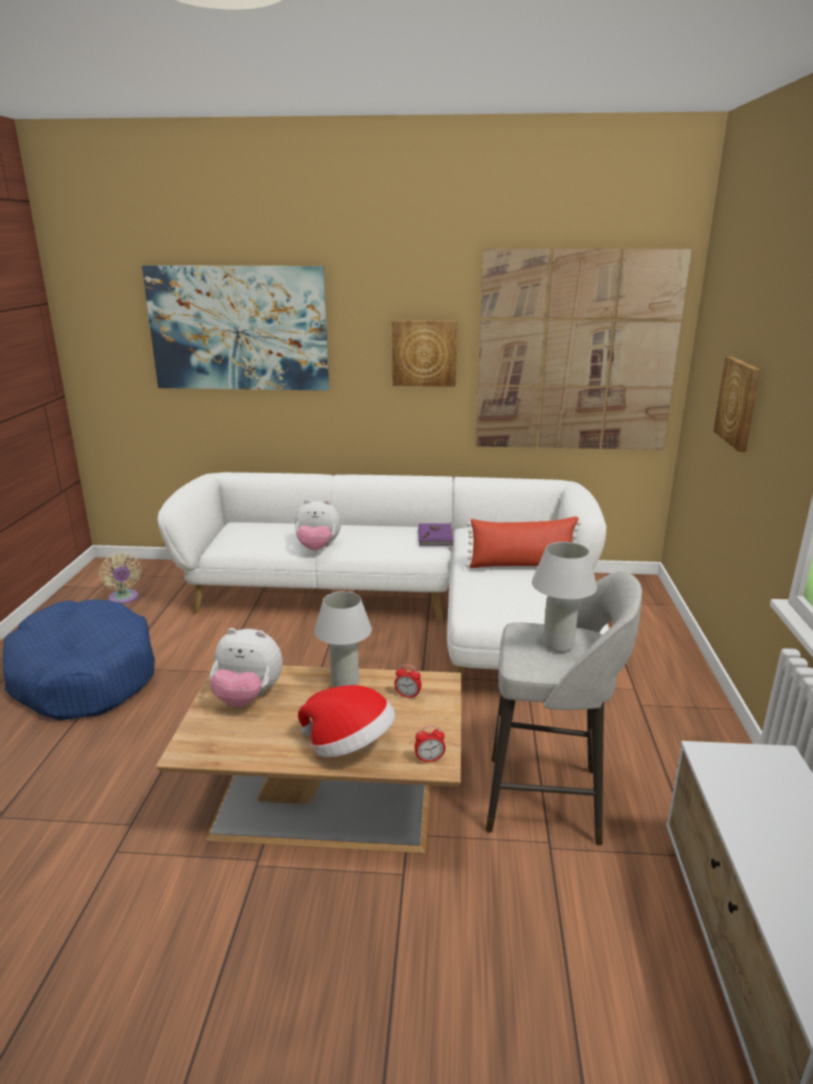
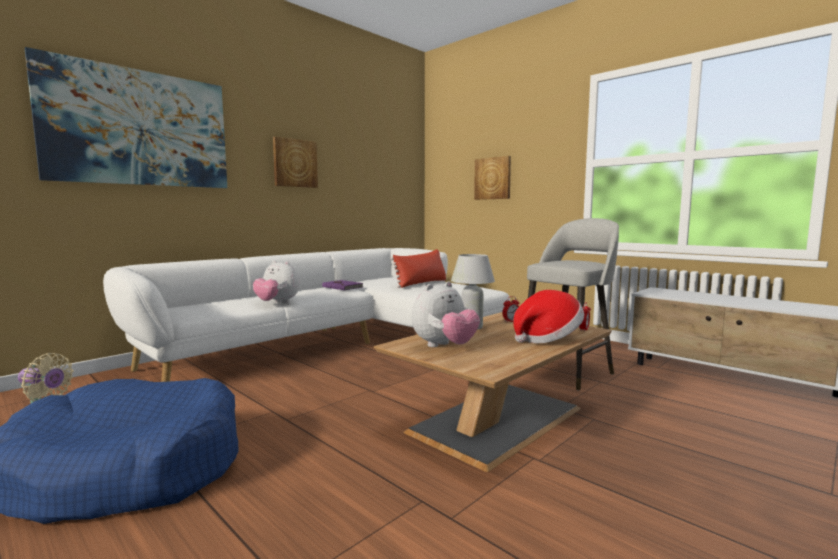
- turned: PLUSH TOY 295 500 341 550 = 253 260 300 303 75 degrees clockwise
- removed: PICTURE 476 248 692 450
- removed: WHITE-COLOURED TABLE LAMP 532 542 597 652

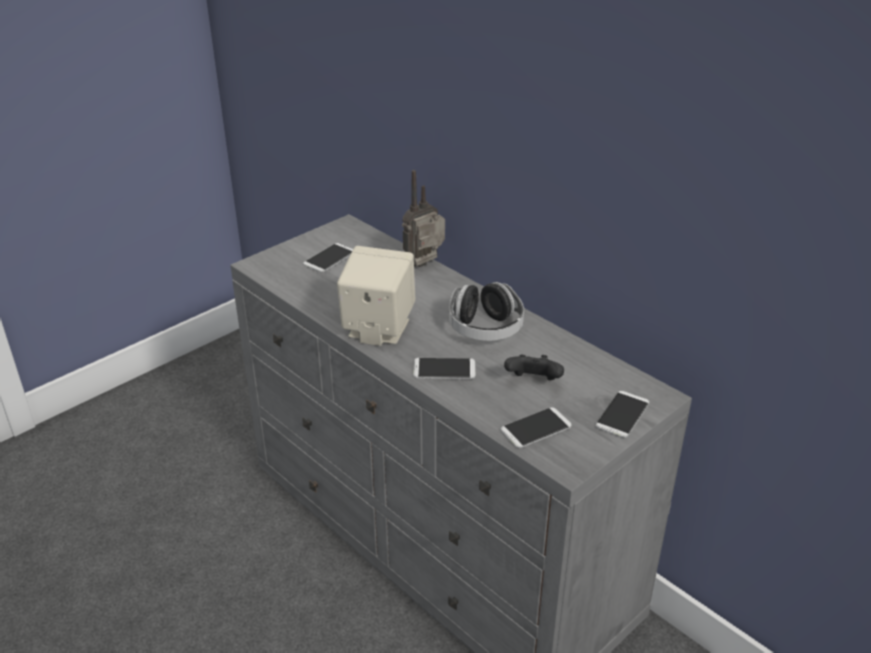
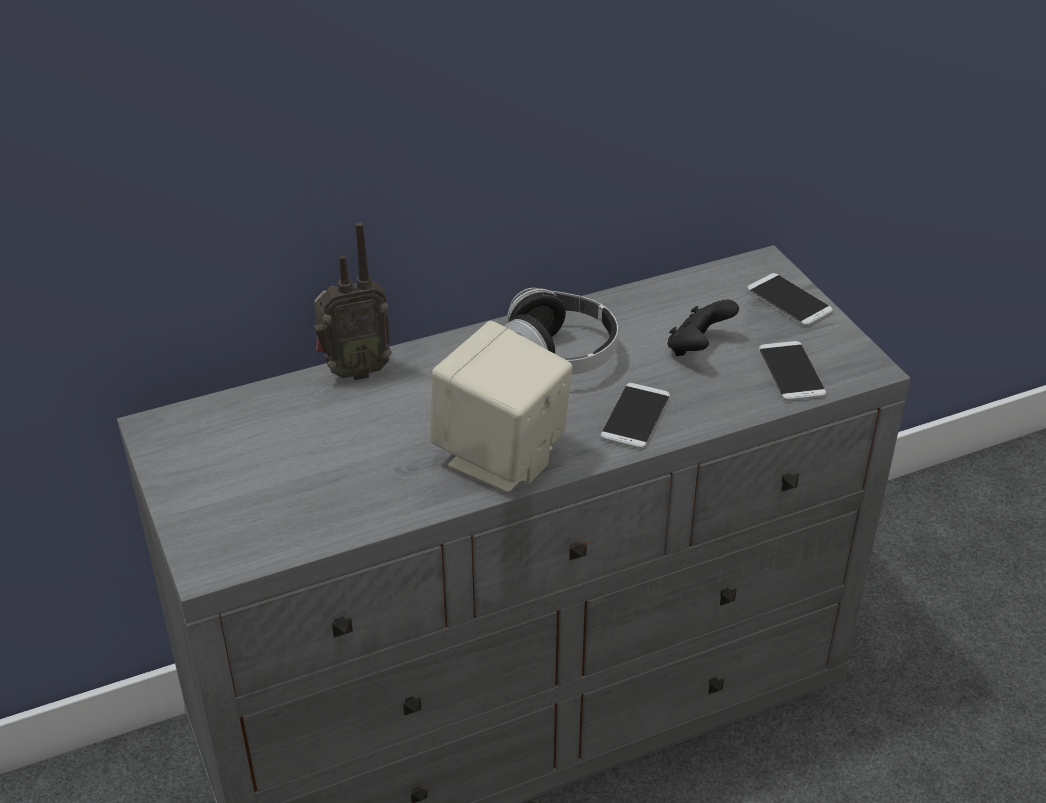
- turned: RADIO RECEIVER 402 170 445 267 = 314 222 392 380 90 degrees counterclockwise
- removed: PHONE 303 243 353 272

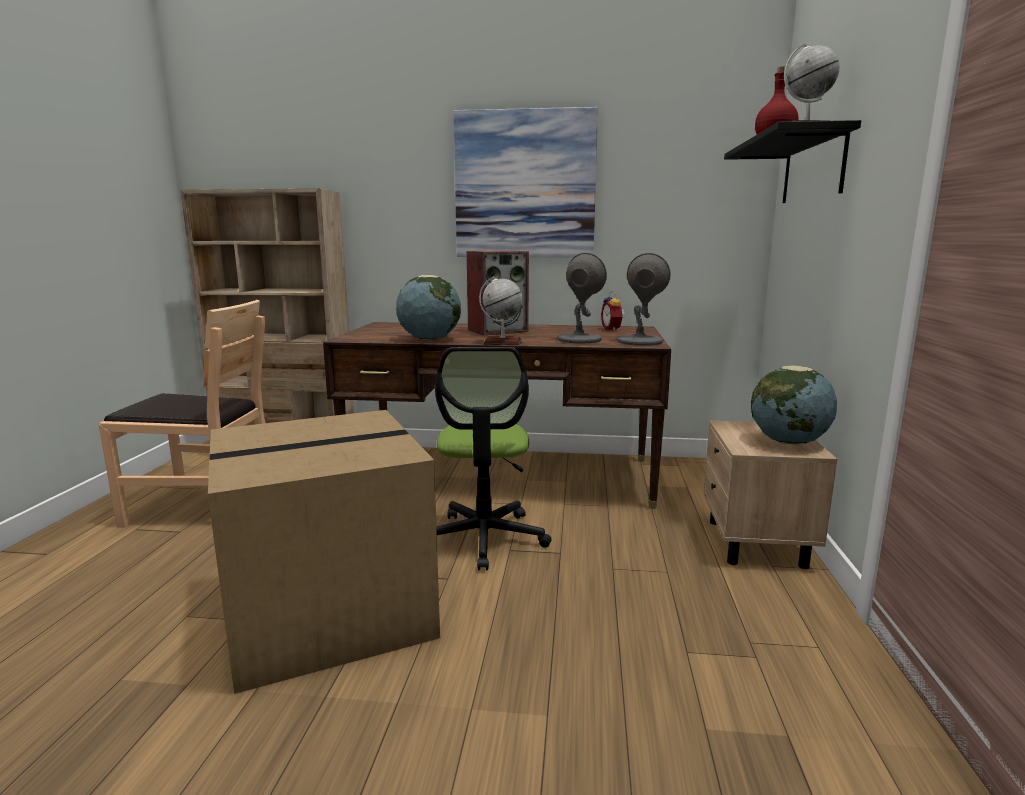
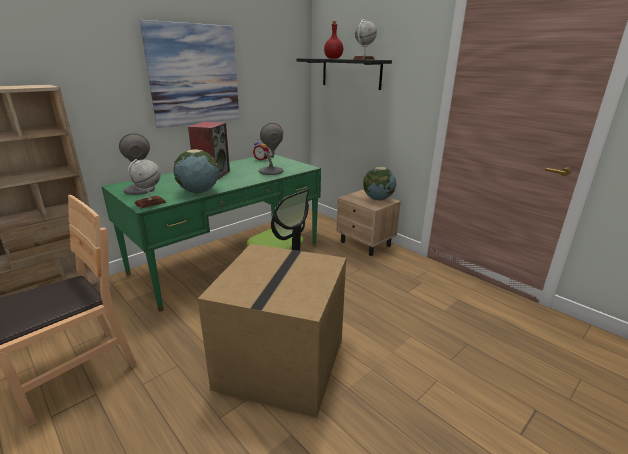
- recoloured: BROWNISH DESK 323 322 671 509 to GREENISH DESK 101 154 321 311
- moved: GREYISH TABLE LAMP 617 253 671 346 to 119 133 155 195
- moved: DESK GLOBE 479 276 523 345 to 127 159 166 209

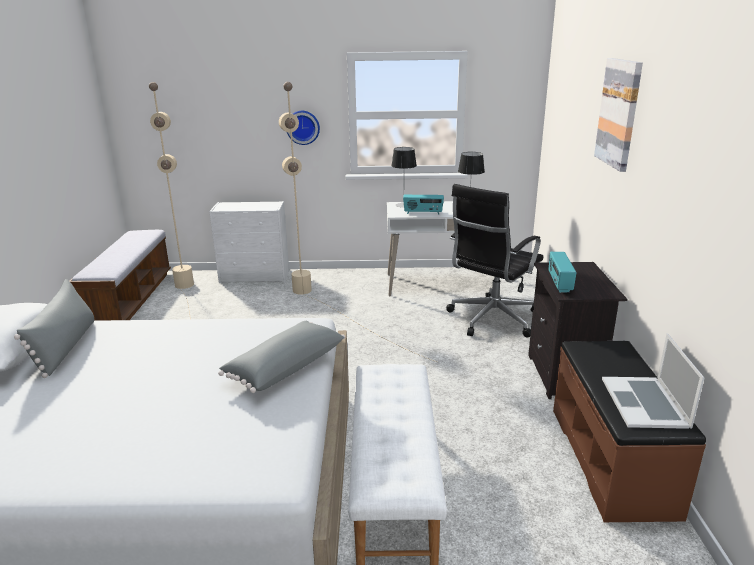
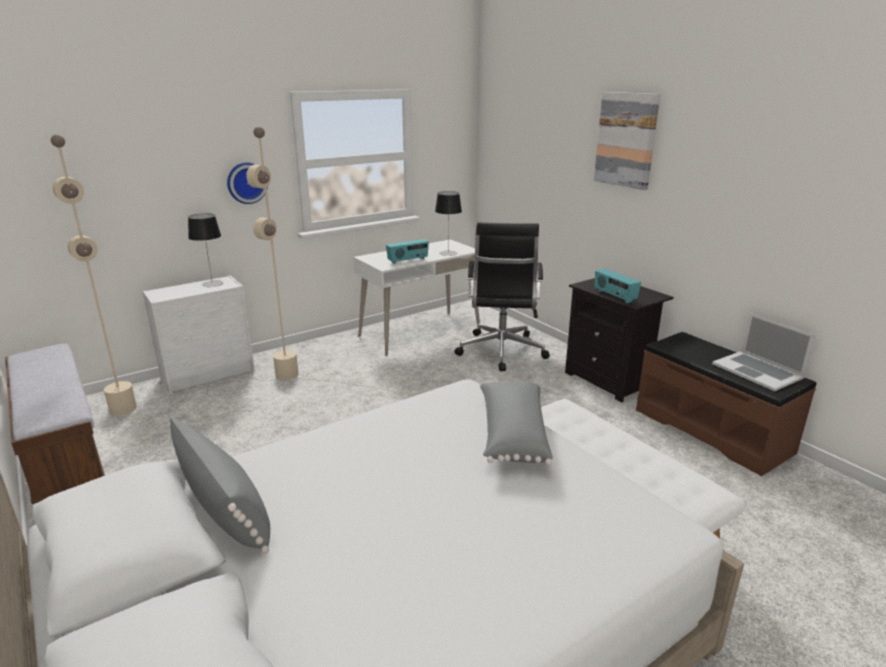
- moved: TABLE LAMP 391 147 417 208 to 188 213 223 287

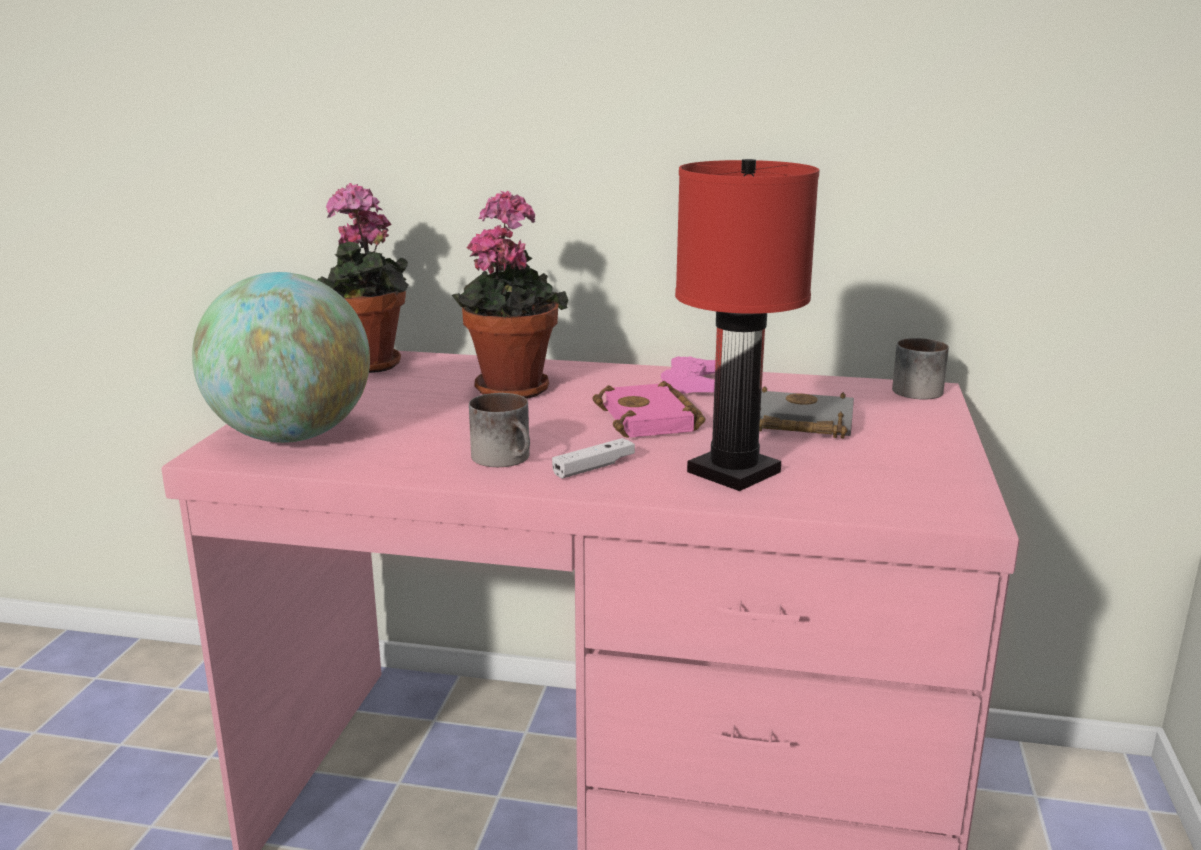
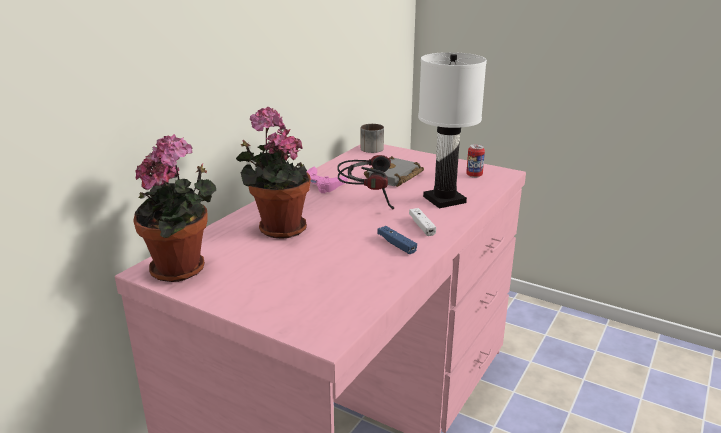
- replaced: PINK VOLUME 592 381 706 438 to HEADSET 338 155 394 209
- replaced: COFFEE MUG 469 393 530 467 to BLUE GAMEPAD 377 226 417 254
- recoloured: RED-COLOURED TABLE LAMP 675 159 819 491 to WHITE-COLOURED TABLE LAMP 418 52 487 208
- added: METAL CAN 466 144 485 178
- removed: DESK GLOBE 192 272 370 443

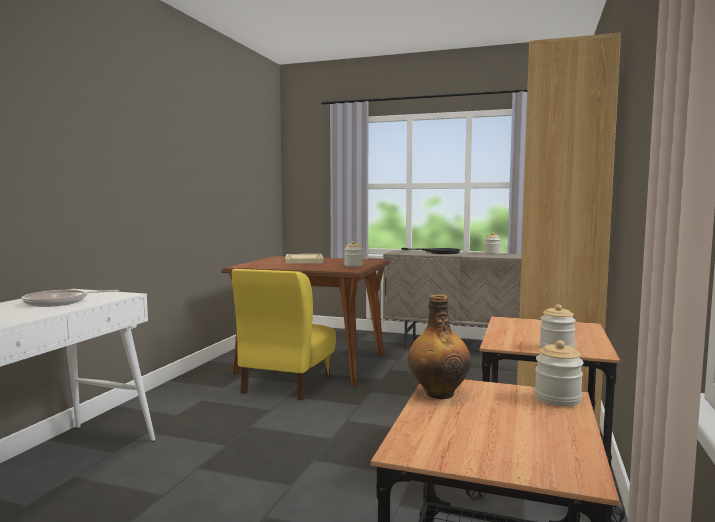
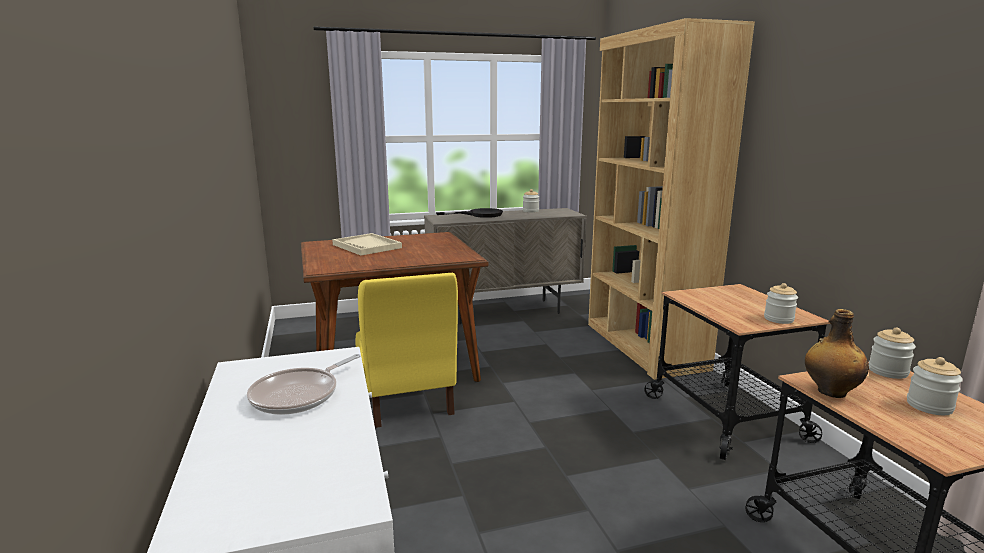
- moved: JAR 344 241 363 267 to 907 357 963 415

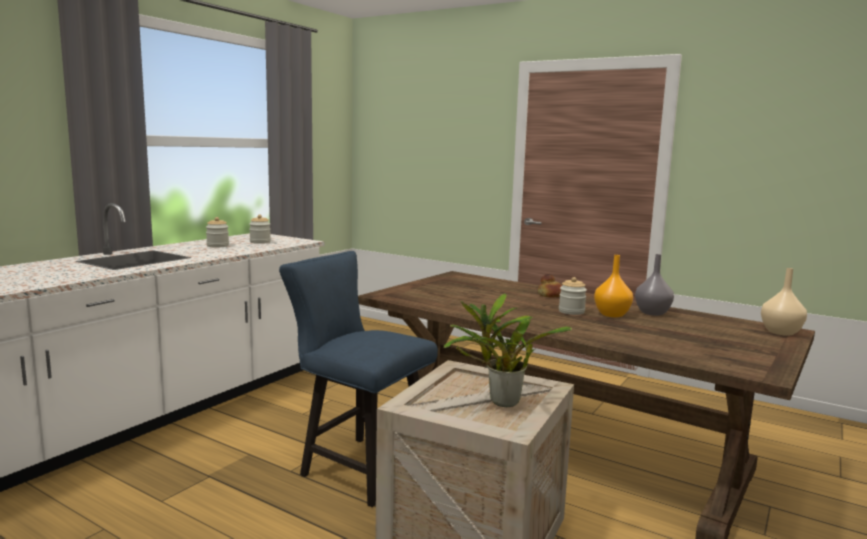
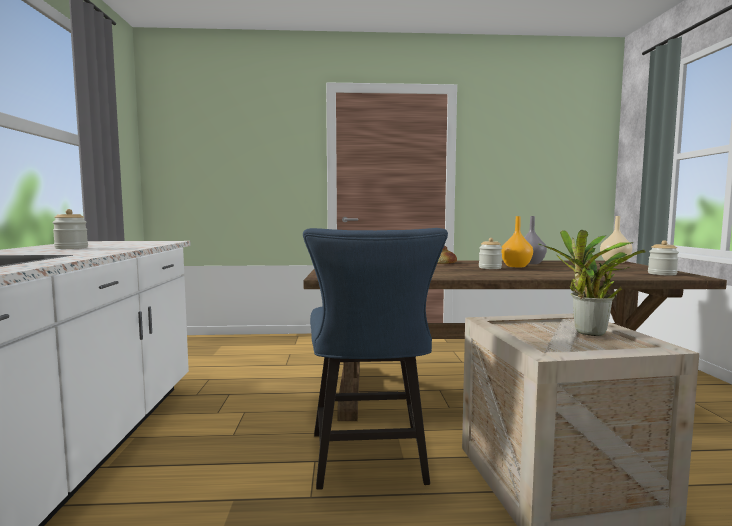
- turned: BLUE PLAIN CHAIR 279 251 438 507 = 303 228 448 490 90 degrees counterclockwise
- moved: JAR 249 215 271 244 to 648 240 679 275

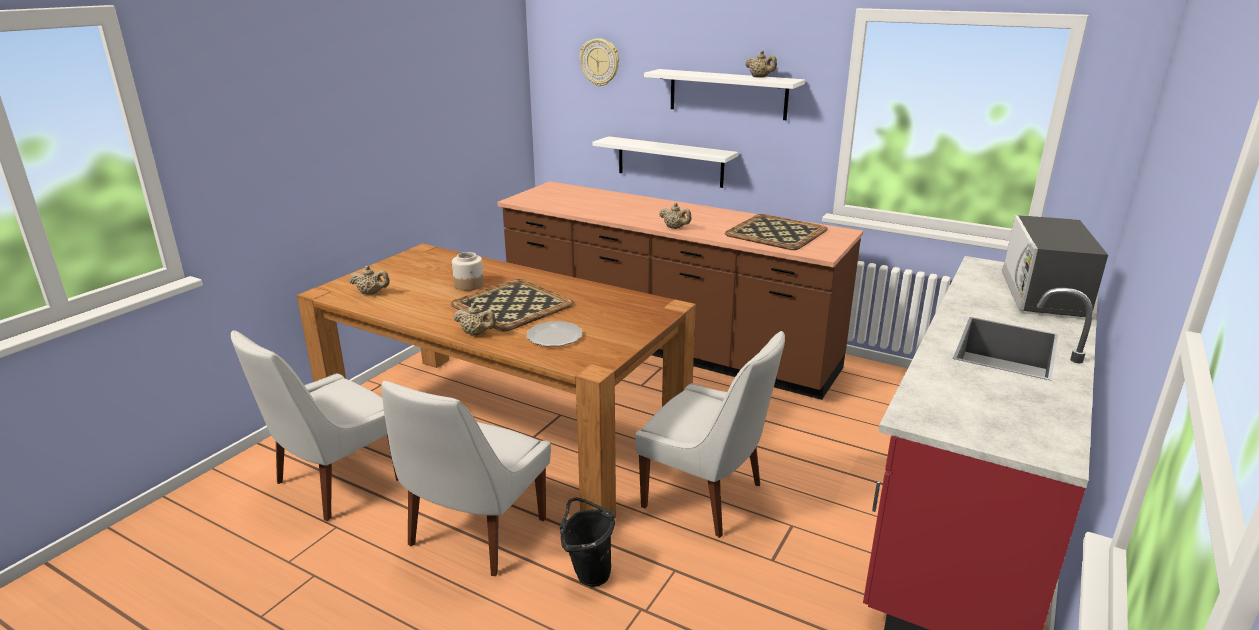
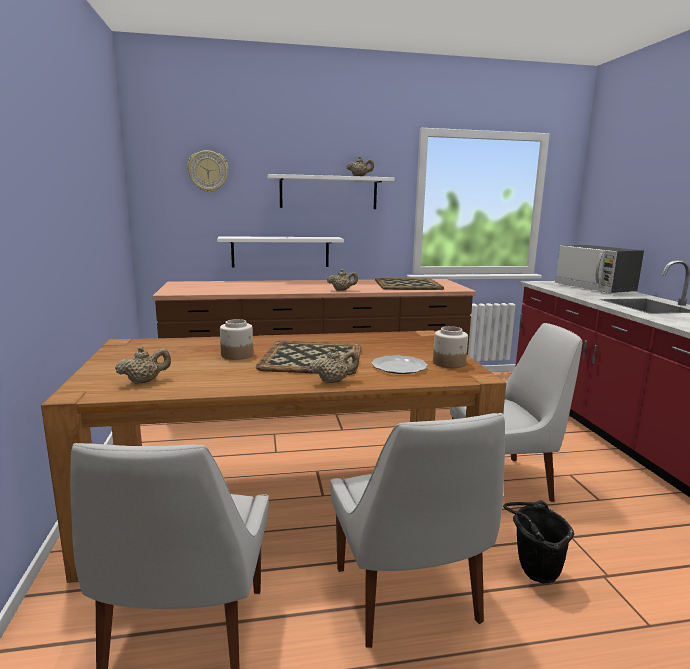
- added: JAR 433 326 468 368

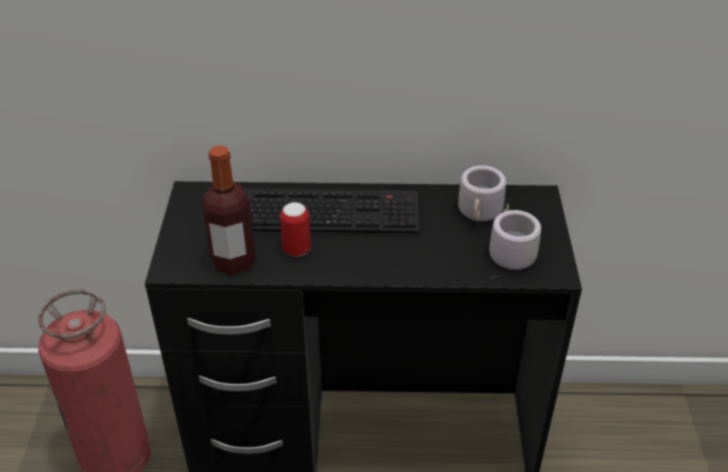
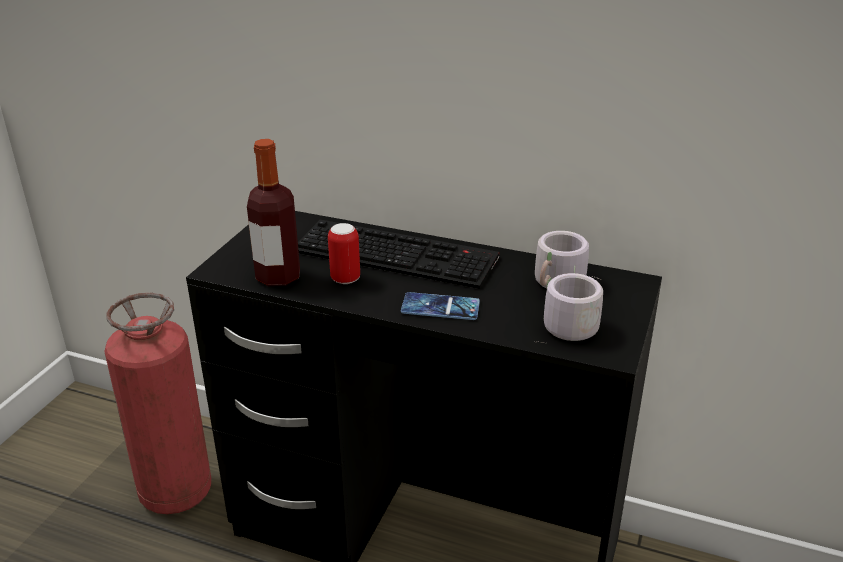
- added: PHONE 401 292 480 320

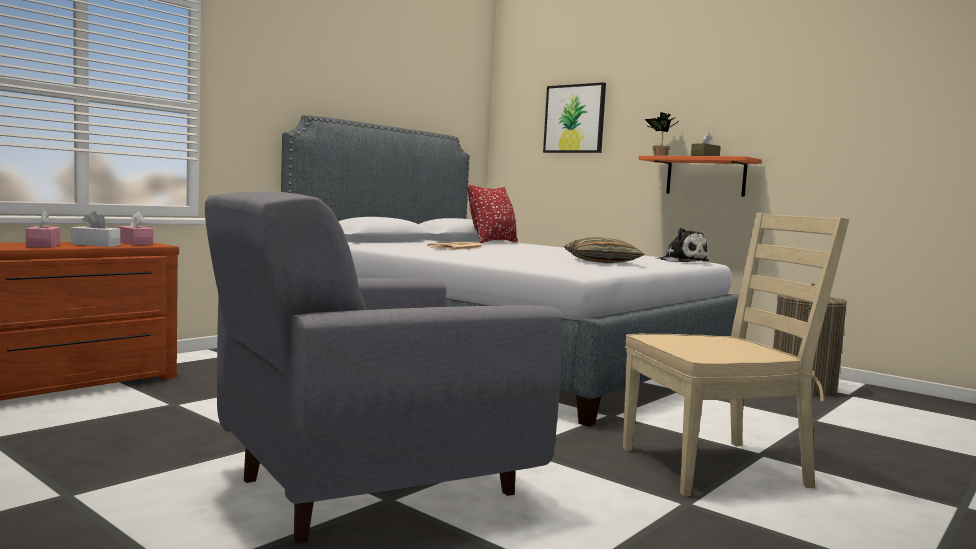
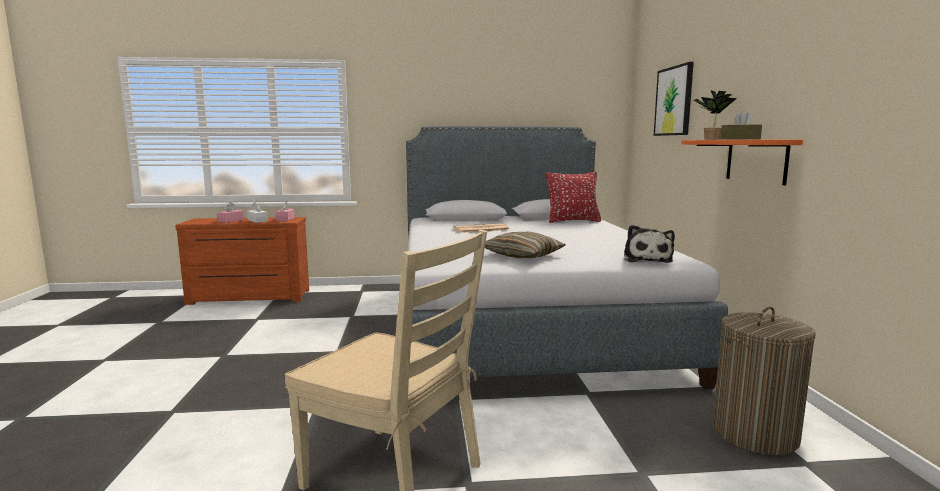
- removed: GREYISH LOUNGE CHAIR 205 191 563 544

